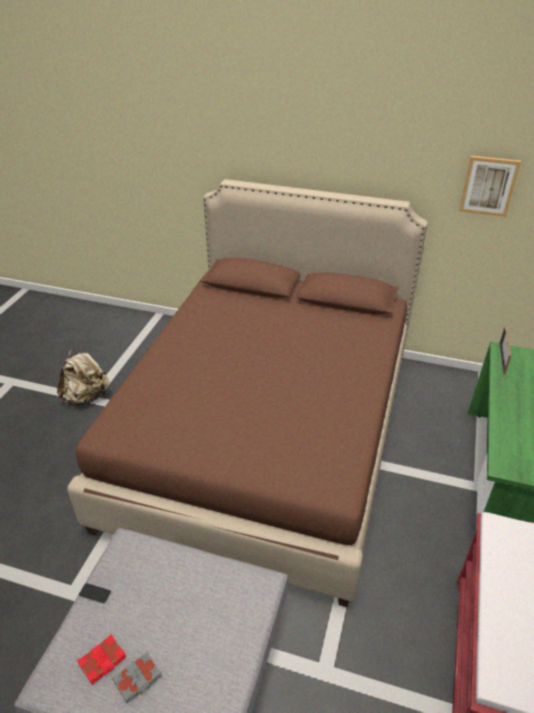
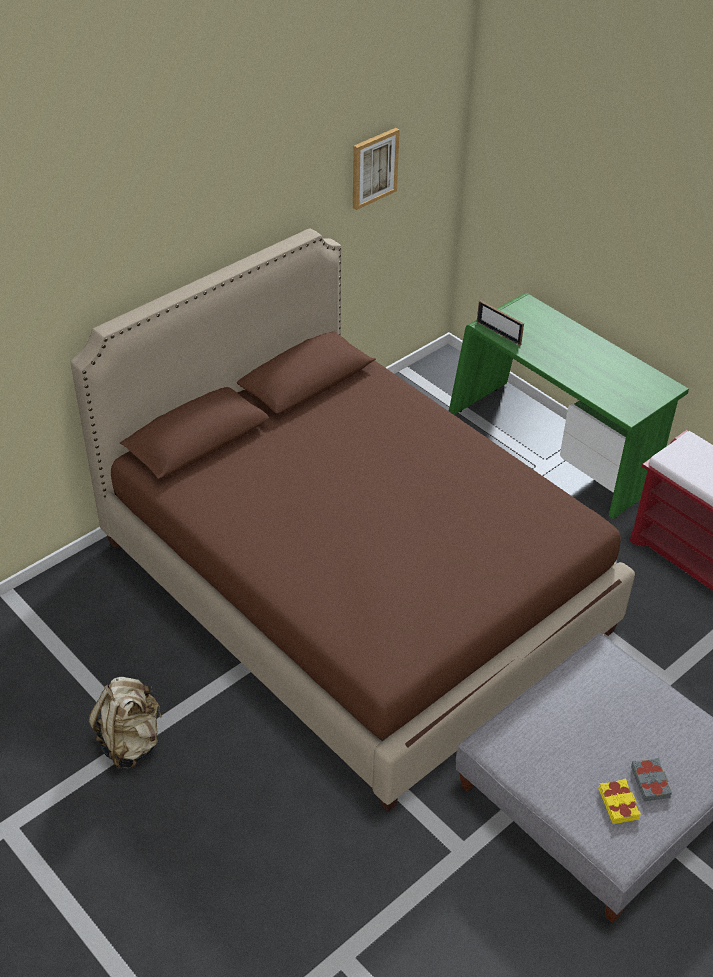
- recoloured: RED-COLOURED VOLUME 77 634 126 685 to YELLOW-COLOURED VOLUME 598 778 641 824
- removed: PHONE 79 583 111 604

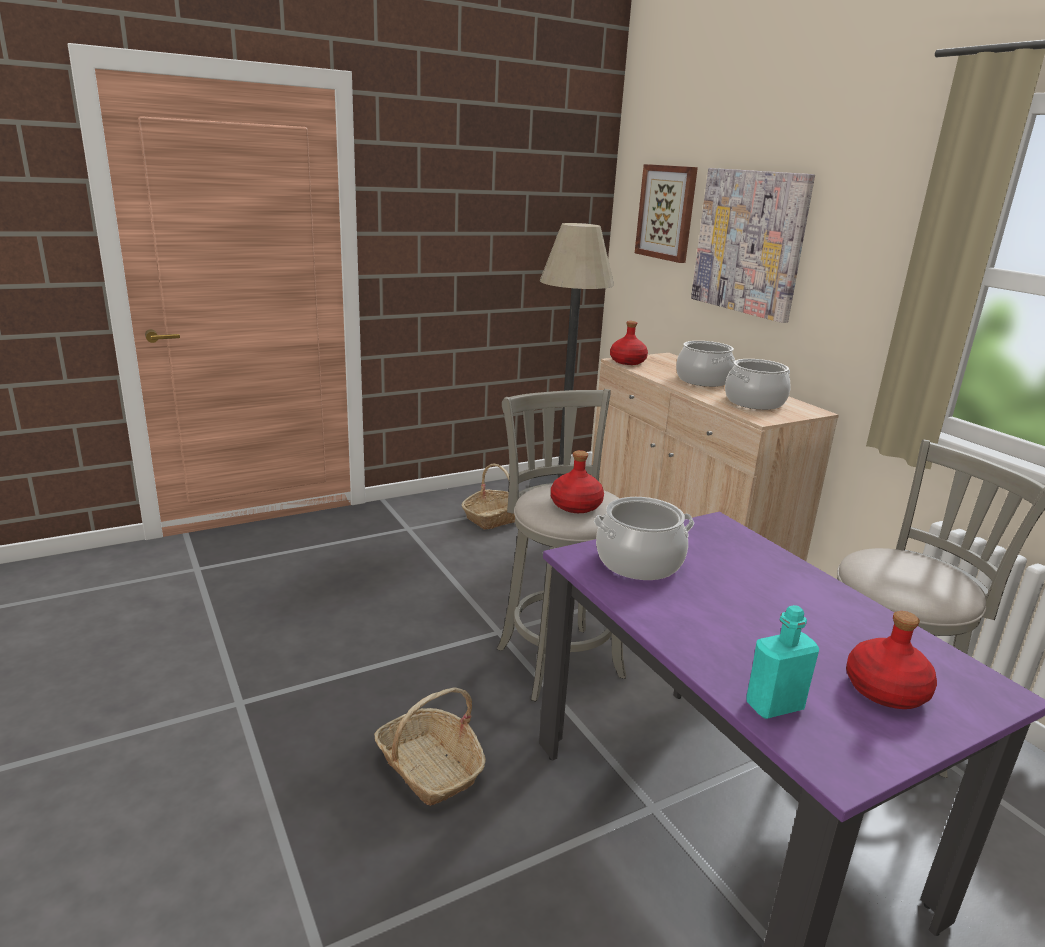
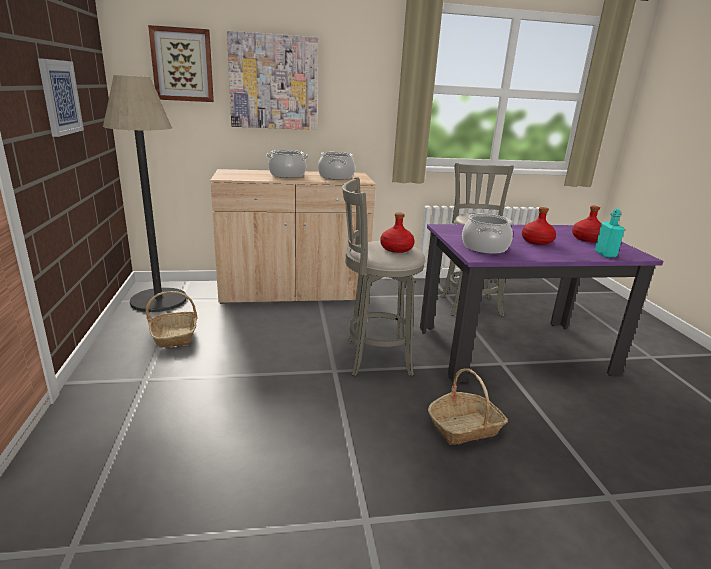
- added: PICTURE 38 58 84 137
- moved: RED-COLOURED BEVERAGE BOTTLE 610 321 648 365 to 522 207 556 245

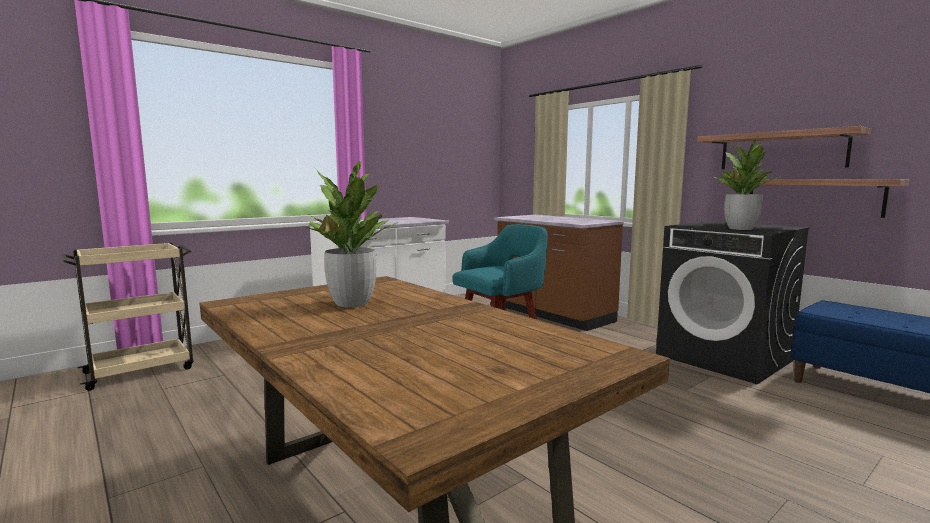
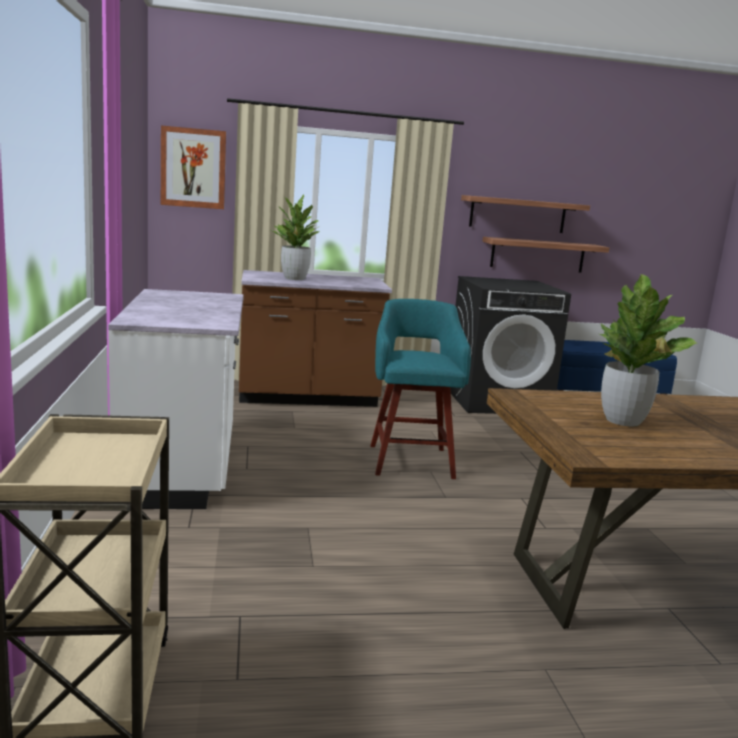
- added: PICTURE 161 125 226 209
- moved: HOUSEPLANT 713 136 781 230 to 269 194 321 280

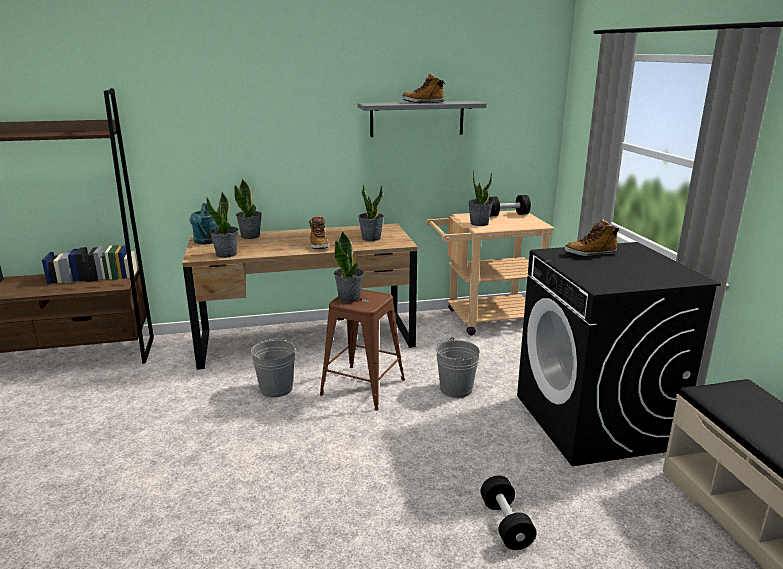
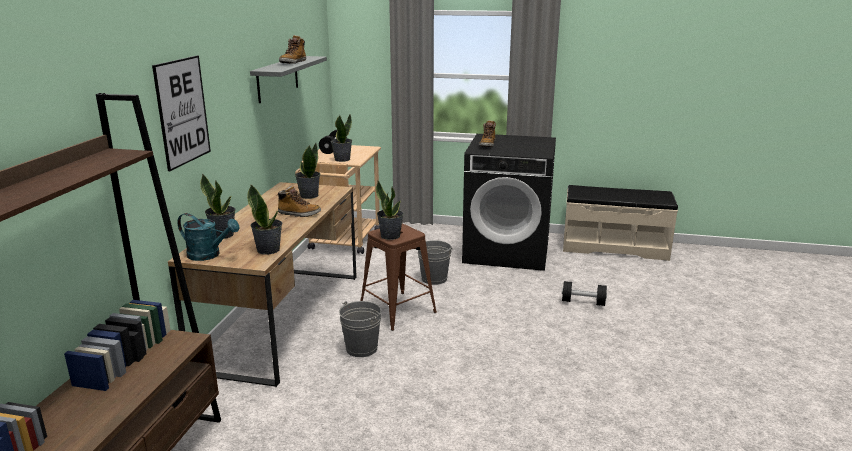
- added: PICTURE 152 55 211 171

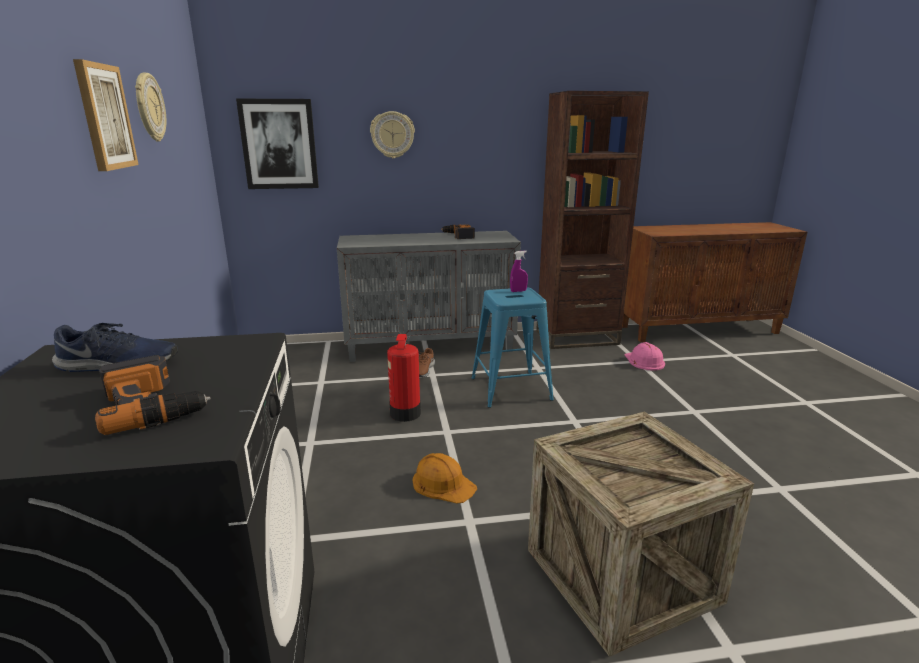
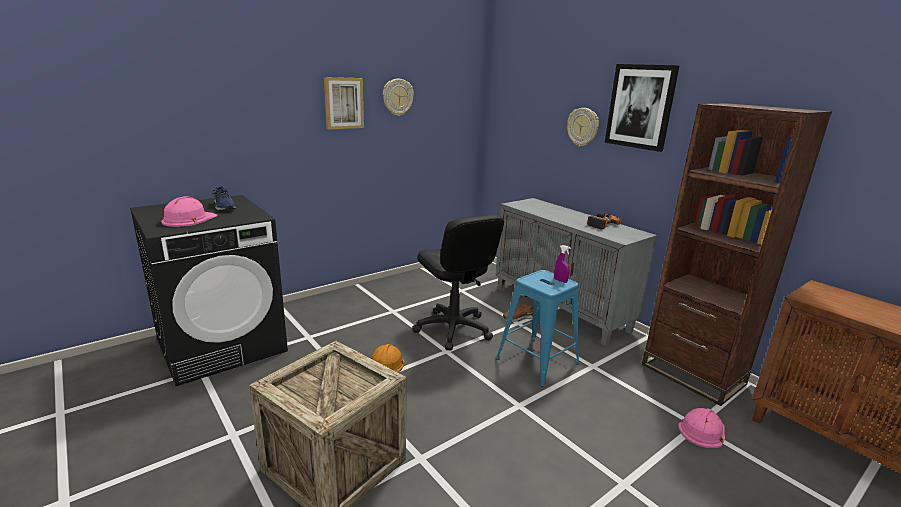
- replaced: DRILL 95 355 211 435 to PINK WORK HELMET 161 196 217 227
- replaced: EXTINGUISHER 387 334 421 422 to BLACK OFFICE CHAIR 412 215 504 351
- moved: PICTURE 236 99 319 189 to 605 64 679 152

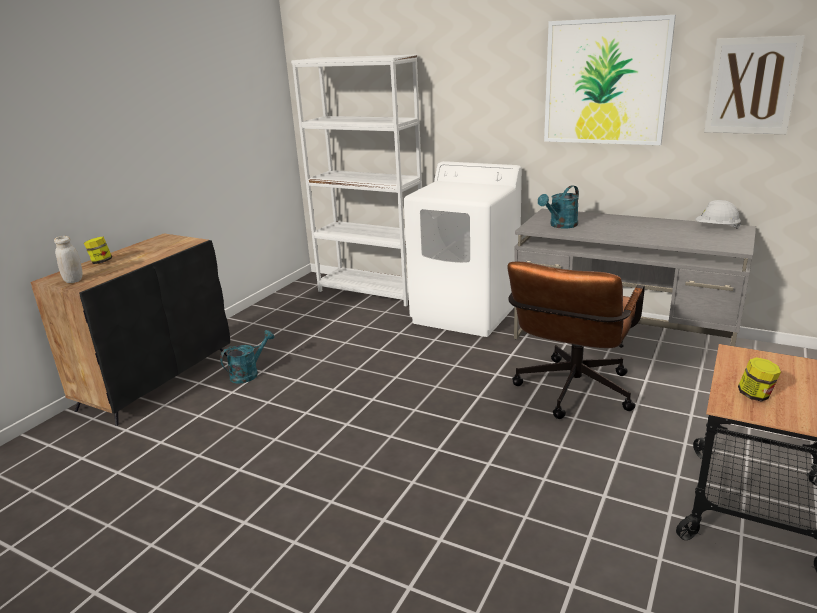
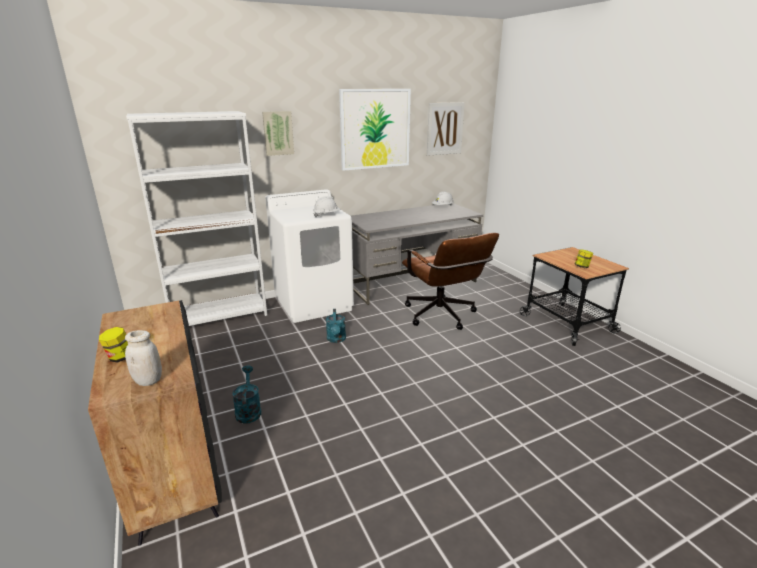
- added: PICTURE 262 111 294 156
- added: WHITE-COLOURED WORK HELMET 313 196 341 217
- moved: BLUE-GREEN WATERING POT 538 185 579 229 to 326 309 346 343

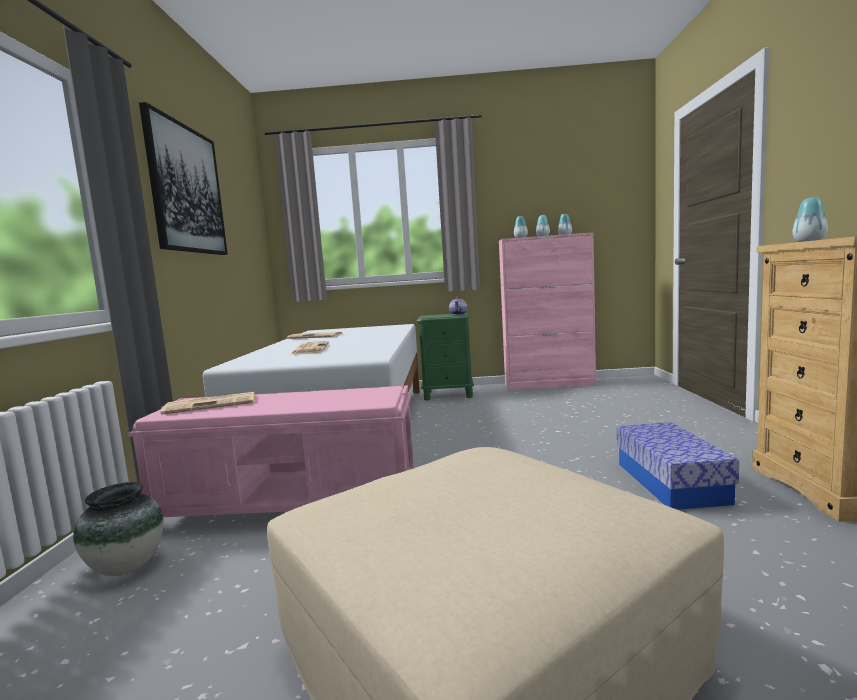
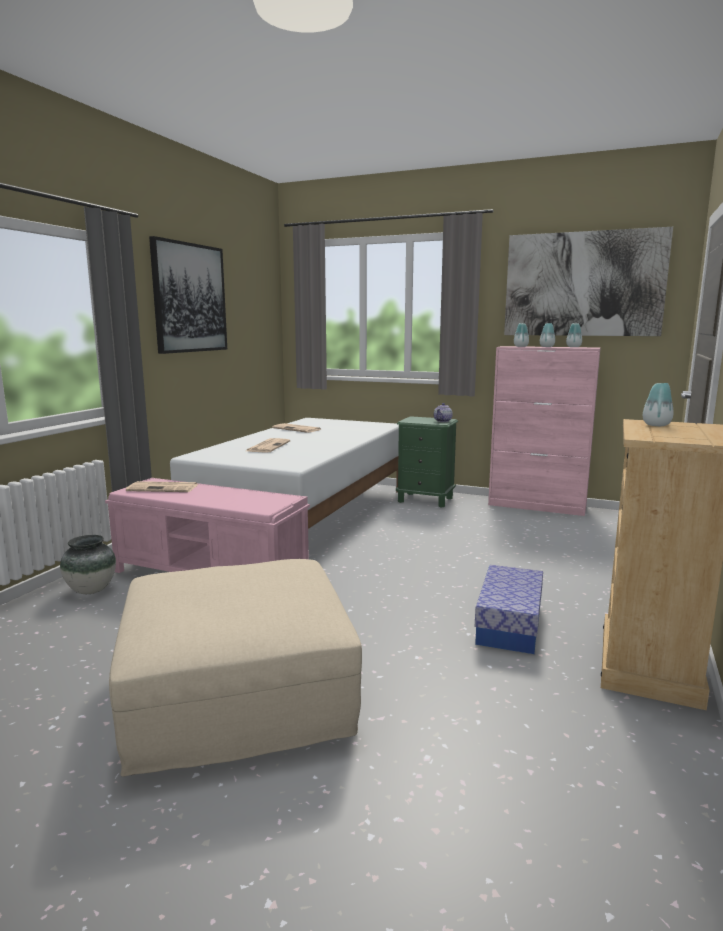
- added: PICTURE 504 227 673 336

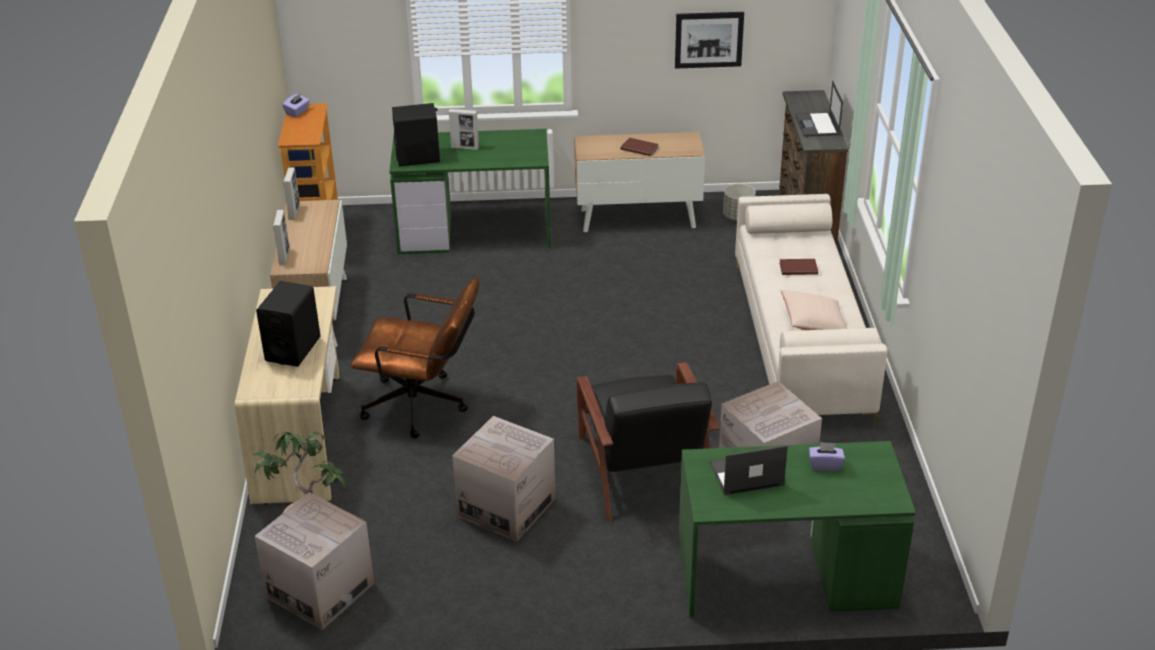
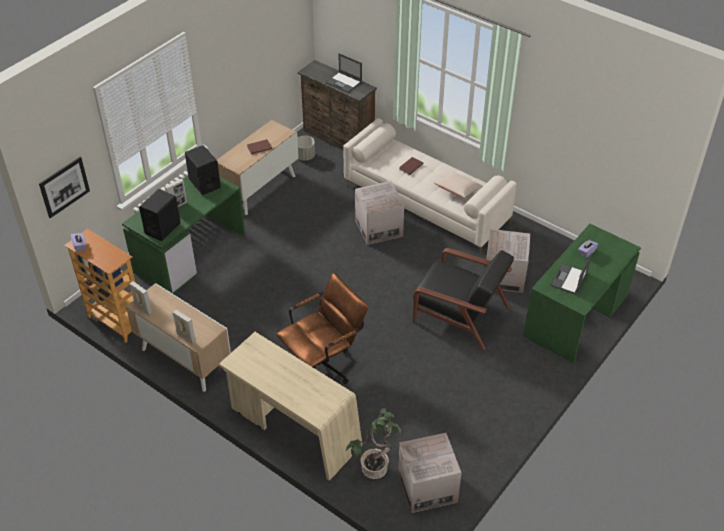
- moved: PICTURE 675 12 744 69 to 39 157 90 218
- moved: BLACK SPEAKER 256 281 320 367 to 185 145 221 195
- moved: CARTON 452 416 556 542 to 355 181 404 245

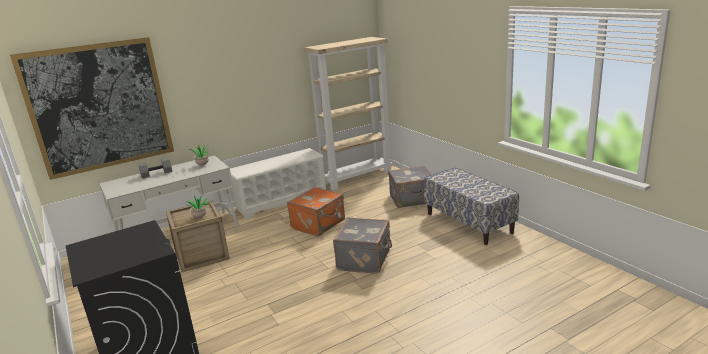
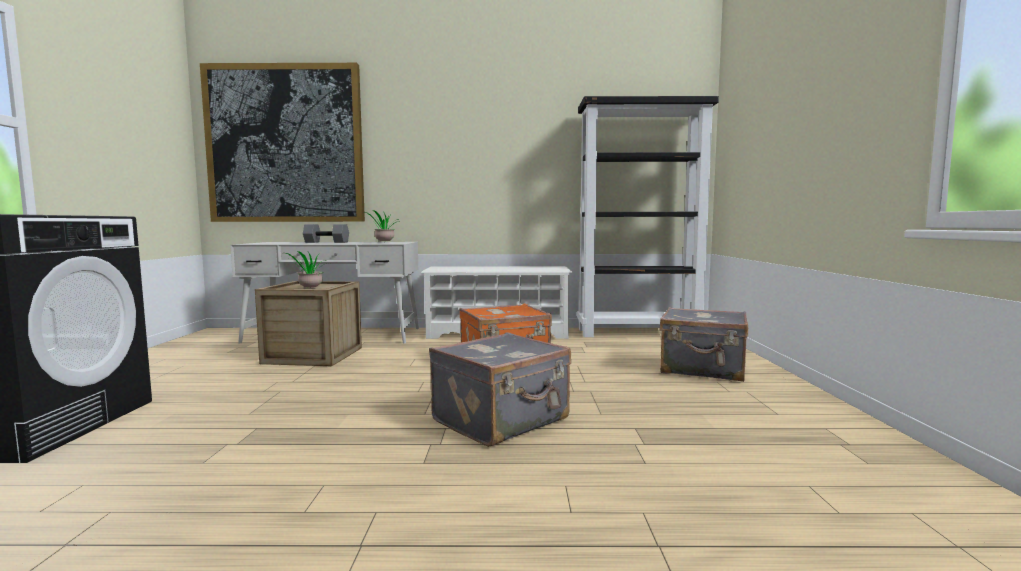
- recoloured: SAND-COLOURED BOOKCASE 304 37 393 191 to BLACK BOOKCASE 577 96 719 337
- removed: INDOOR BENCH 424 168 519 245

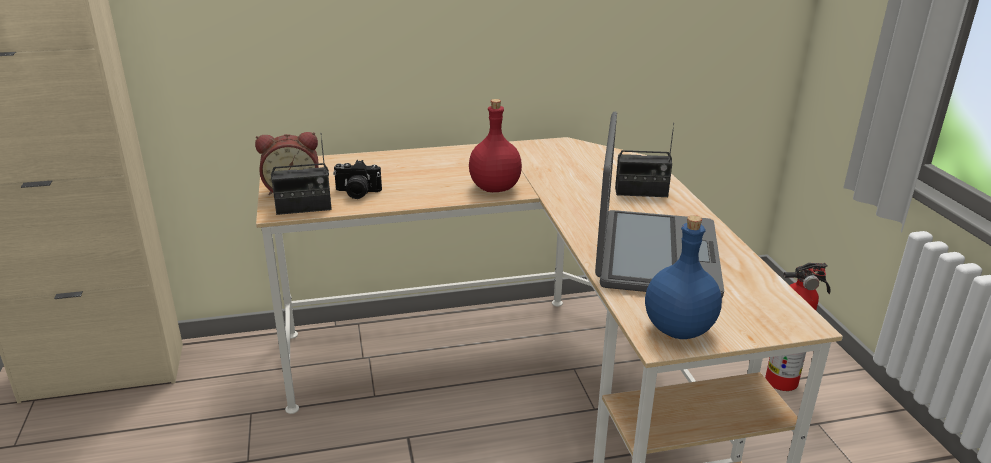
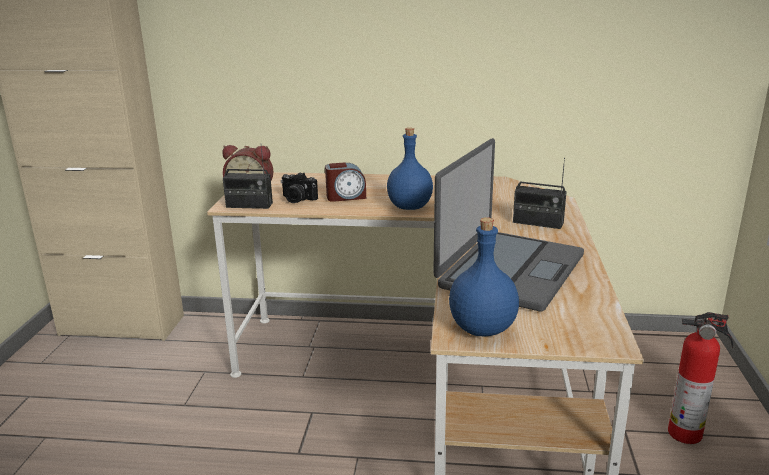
- added: ALARM CLOCK 325 162 366 202
- recoloured: RED-COLOURED BEVERAGE BOTTLE 469 99 522 192 to BLUE BEVERAGE BOTTLE 387 128 433 210

